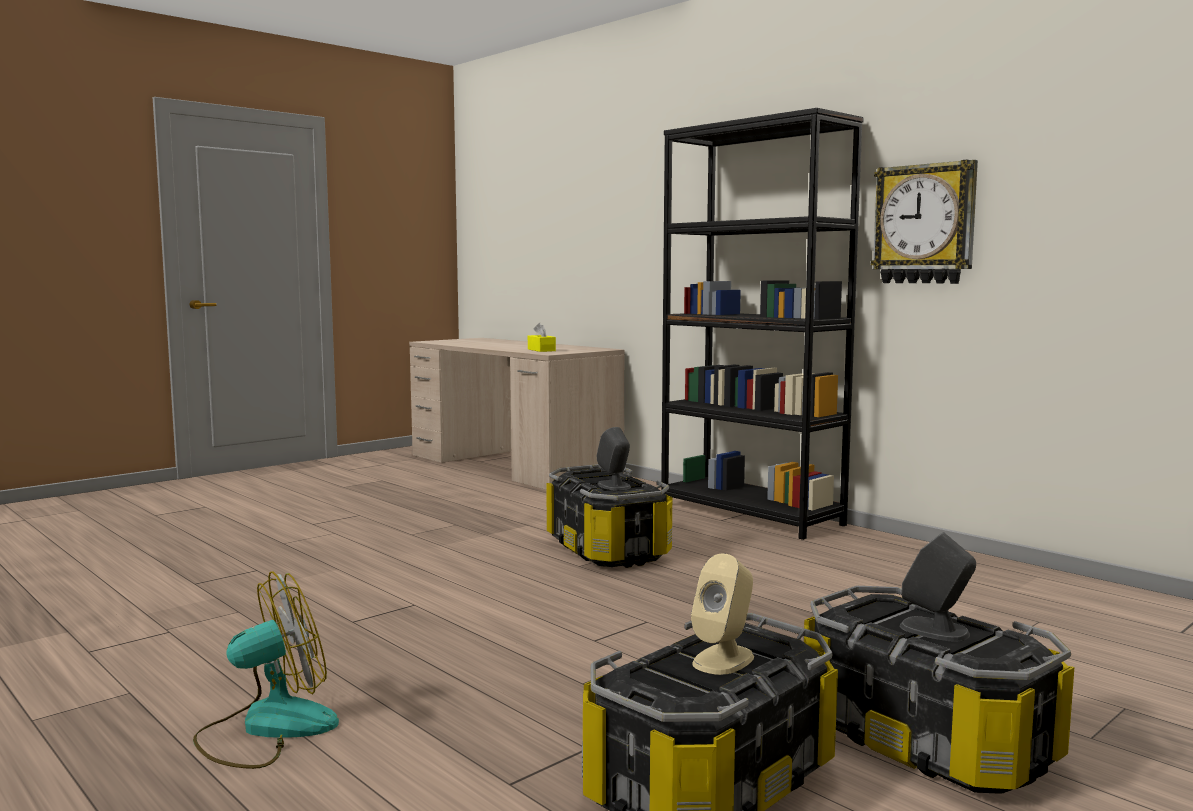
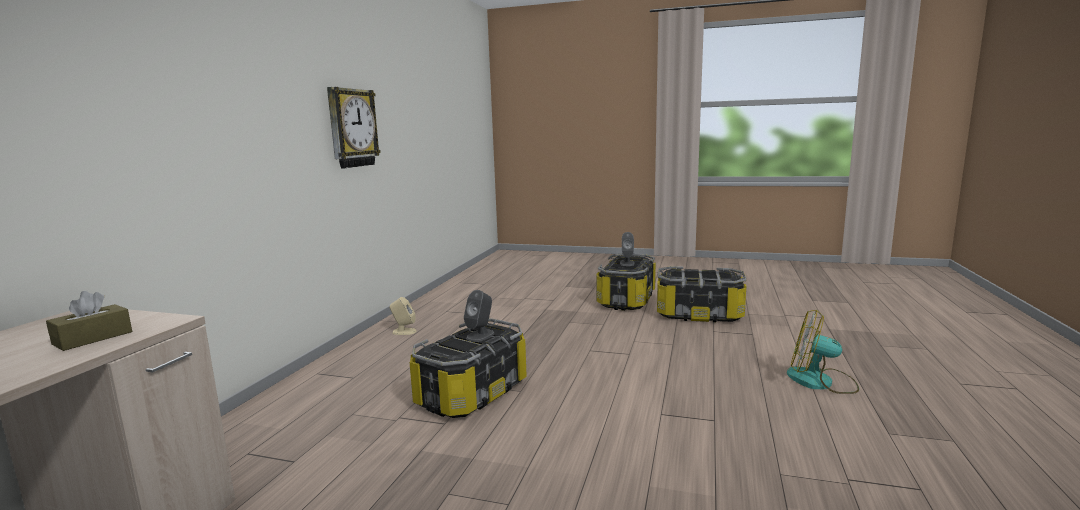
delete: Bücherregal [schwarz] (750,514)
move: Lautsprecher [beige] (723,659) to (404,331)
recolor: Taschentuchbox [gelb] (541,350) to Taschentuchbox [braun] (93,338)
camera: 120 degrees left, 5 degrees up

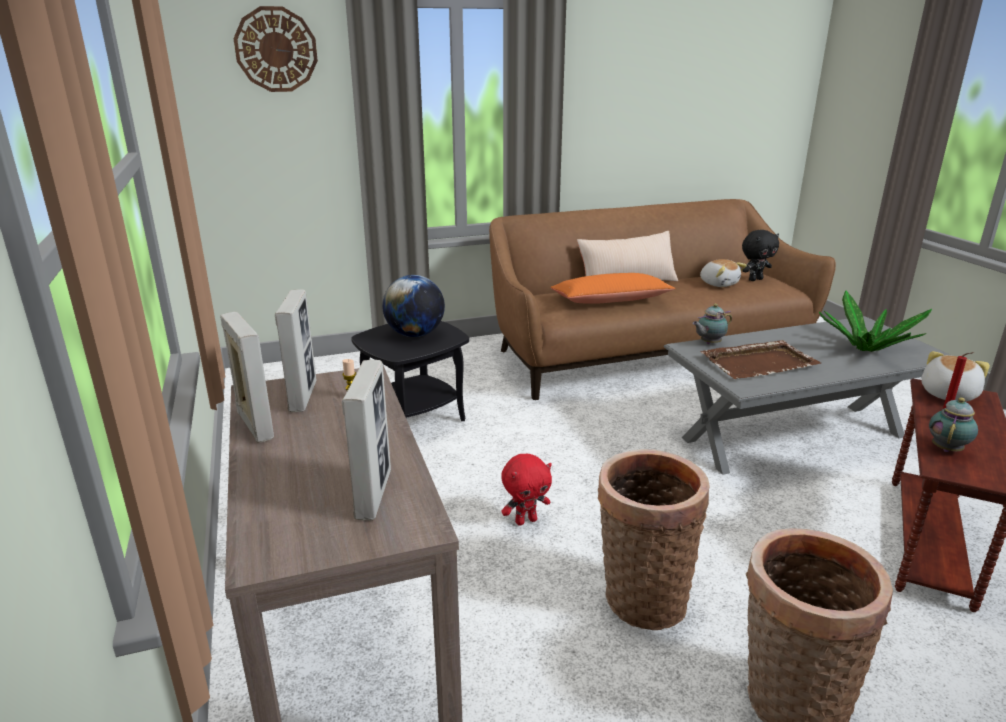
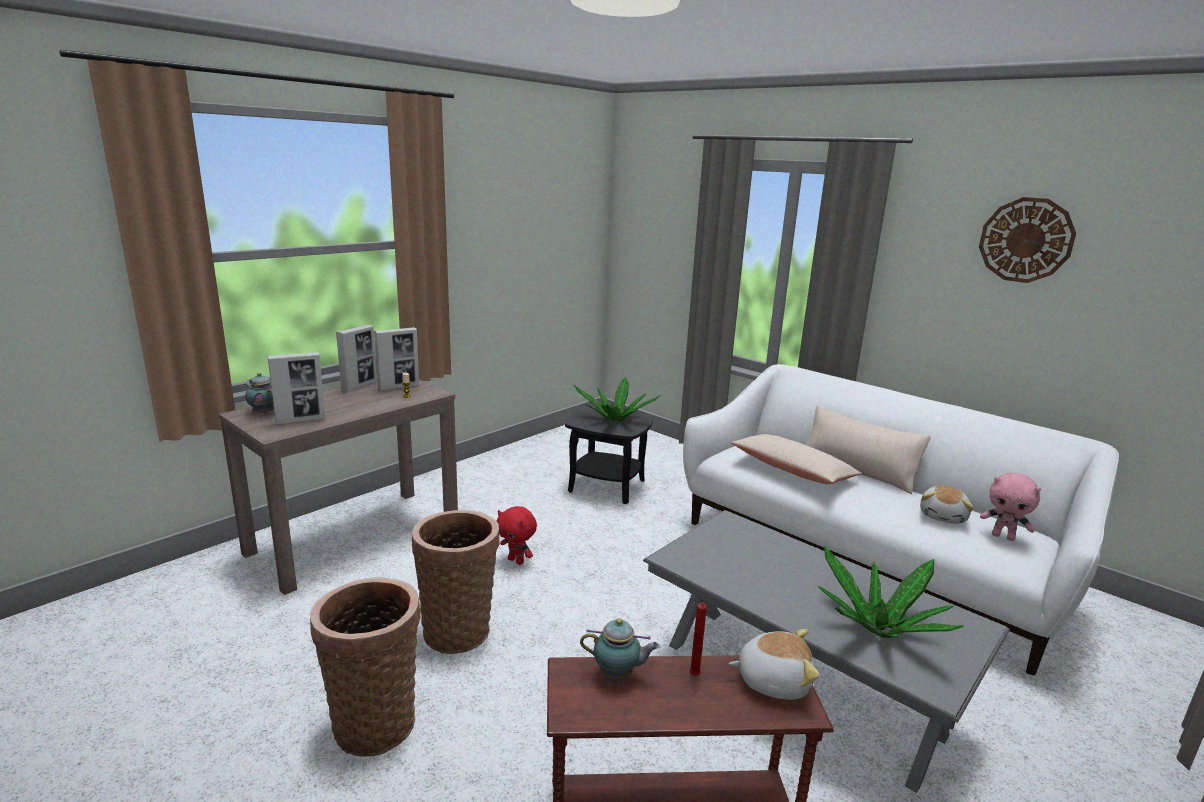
delete: Tablett [braun] (760,363)
move: Wanduhr (276,49) to (1026,240); Teekanne (709,343) to (263,412)
replace: Globus (415,334) to Topfpflanze (615,419)
recolor: Sofa [braun] (645,353) to Sofa [weiß] (865,559); Plüschtier [schwarz] (755,279) to Plüschtier [rosa] (1003,536); Kissen [orange] (610,300) to Kissen [beige] (792,470)
camera: 60 degrees right, 5 degrees down

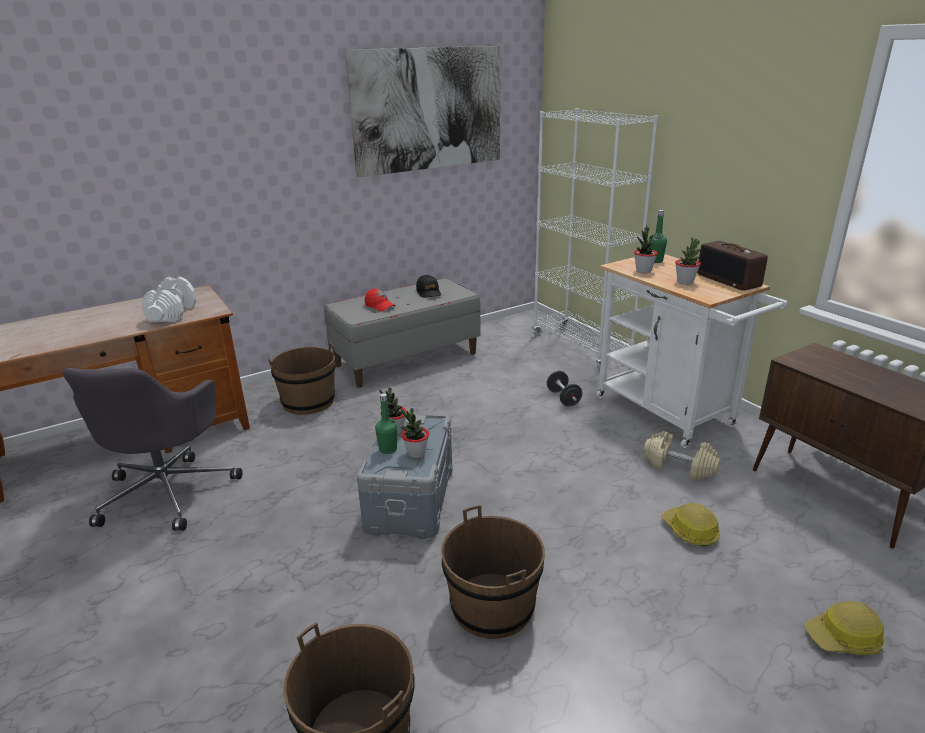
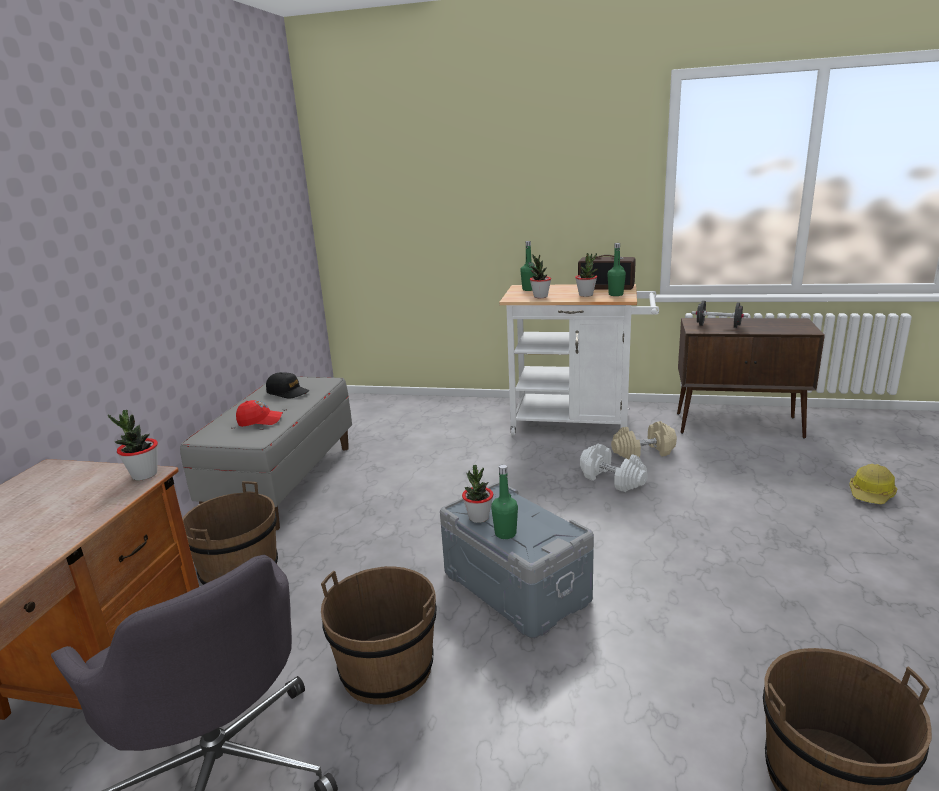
delete: Bild (428,109); Bücherregal [weiß] (581,347); Schutzhelm (689,531)
insert: Flasche [grün] (616,294)
move: Hantel [weiß] (172,313) to (612,479); Hantel [schwarz] (563,398) to (718,326); Topfpflanze (416,453) to (144,475); Eimer [braun] (492,606) to (387,668)
camera: 45 degrees left, 5 degrees down

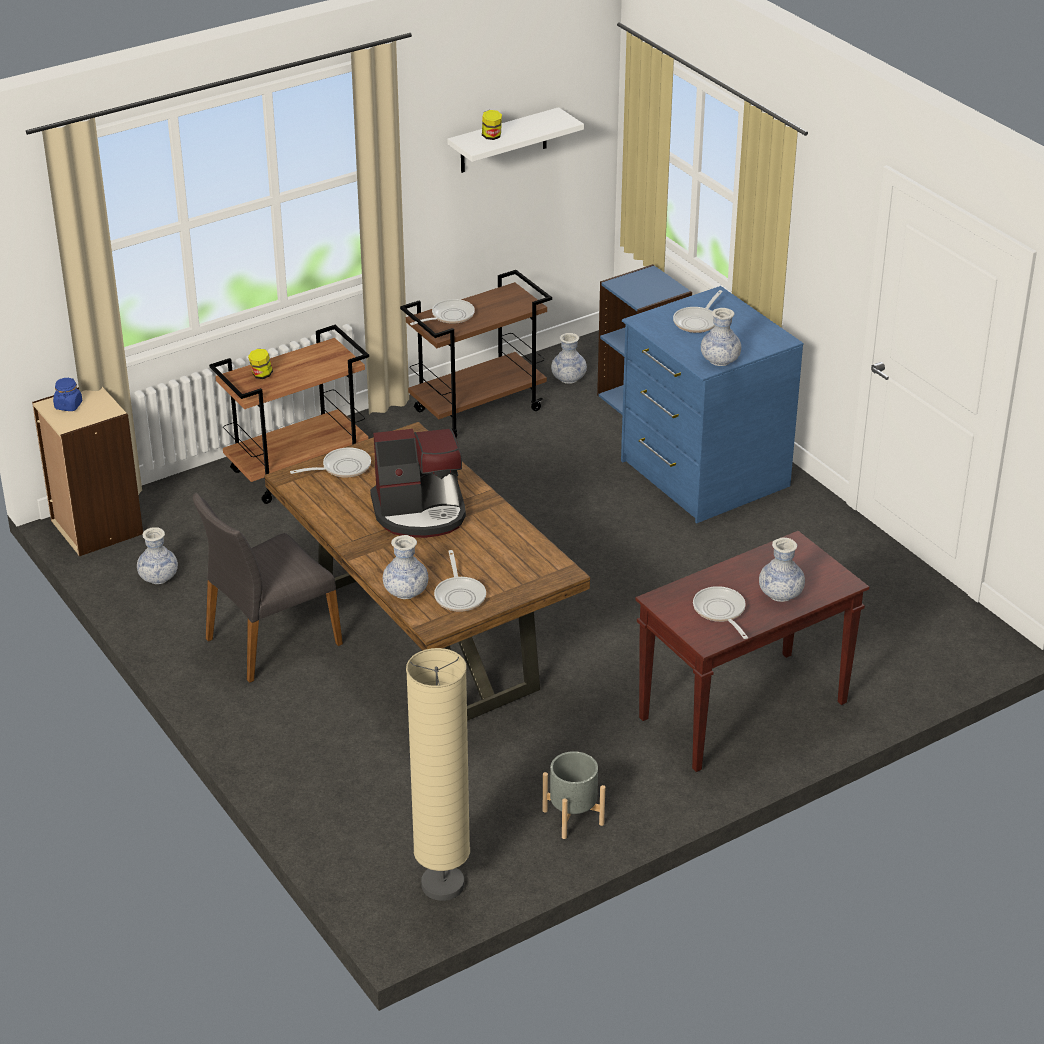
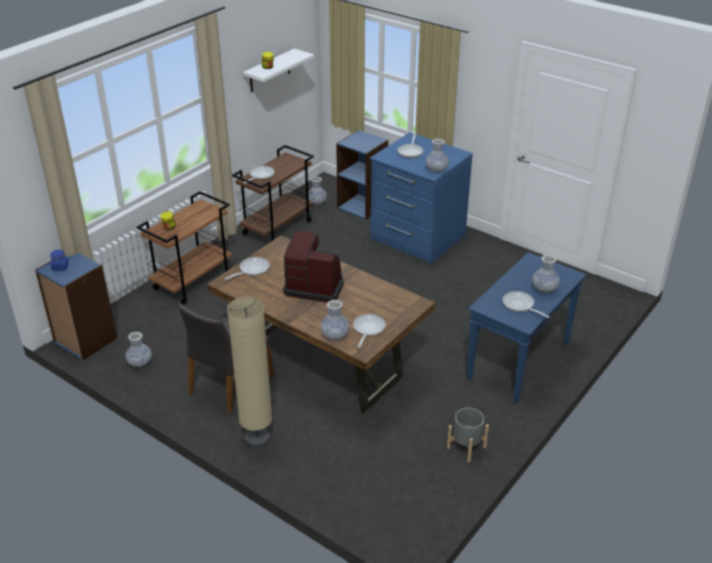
move: Stehlampe [beige] (442,885) to (257,438)
recolor: Bücherregal [beige] (95,527) to Bücherregal [blau] (84,341); Konsolentisch [braun] (742,712) to Konsolentisch [blau] (518,362)
rotate: Kaffeemaschine (420,512) = (314,286) 135 degrees counterclockwise; Pfanne (459,595) = (368,329) 135 degrees counterclockwise
camera: 20 degrees left, 0 degrees up

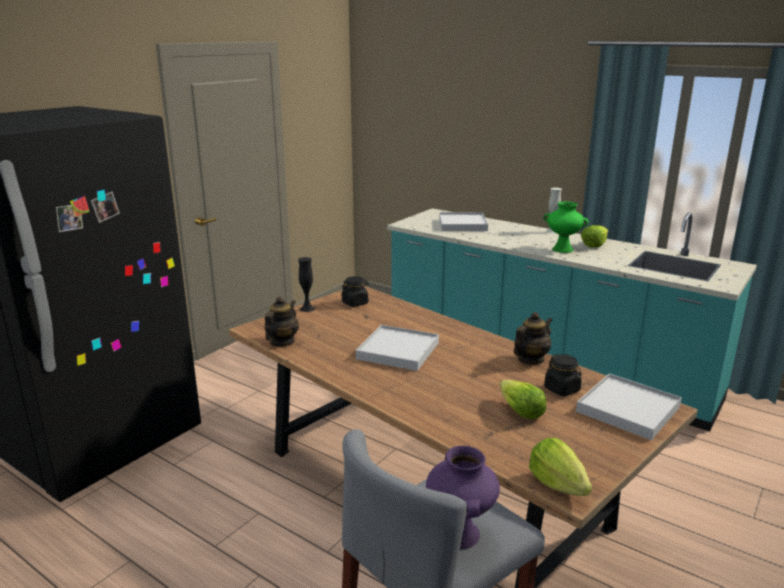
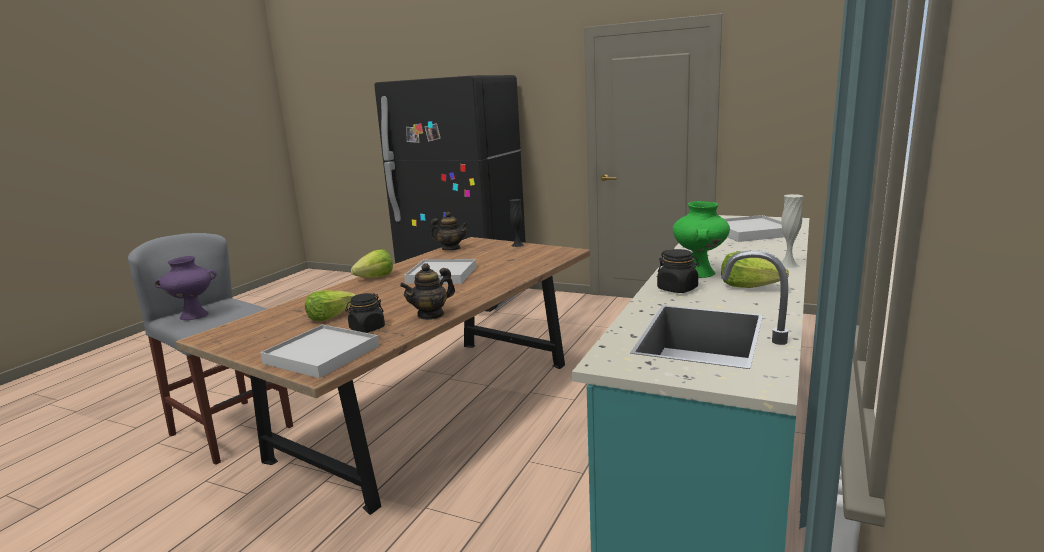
move: Vorratsglas [schwarz] (355,303) to (677,289); Salatkopf (557,484) to (375,277)
rotate: Teekanne (530,359) = (431,315) 105 degrees clockwise
camera: 80 degrees right, 5 degrees down

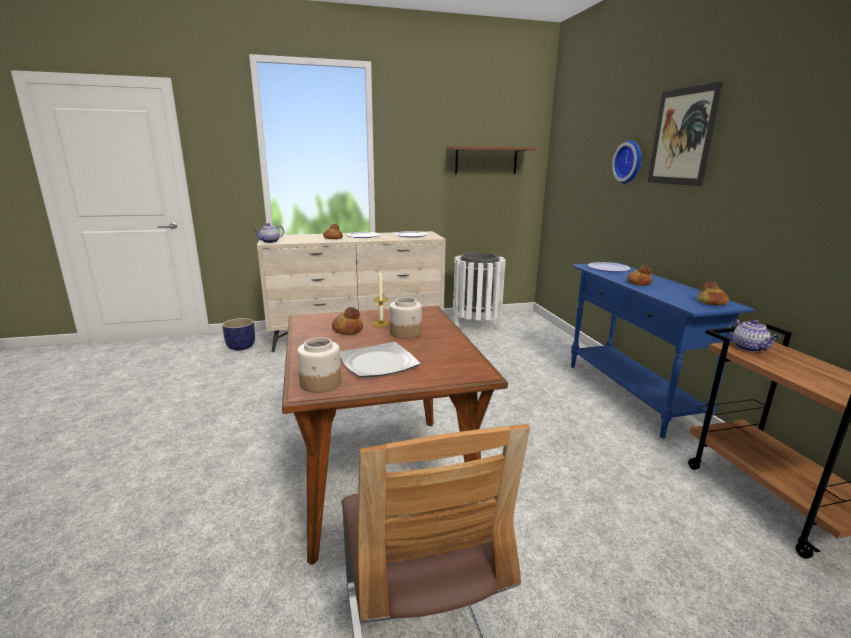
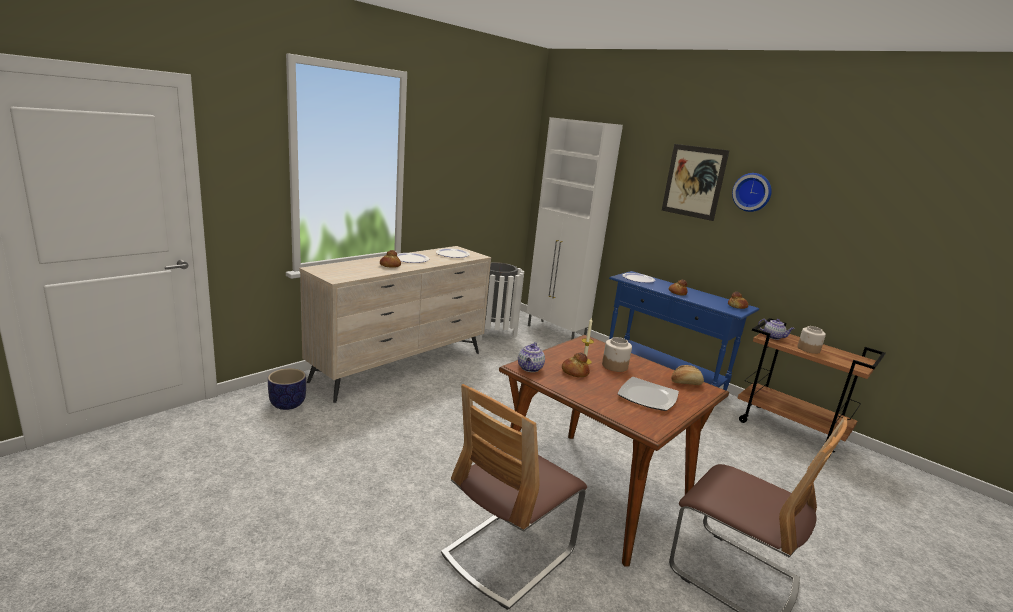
delete: Wandregal [braun] (486,160)
insert: Schrank [weiß] (556,332); Brot (686,383); Stuhl (508,553)
move: Wanduhr (630,162) to (752,192); Teekanne (270,242) to (530,368); Vorratsglas (321,383) to (808,349)
camera: 35 degrees left, 0 degrees up

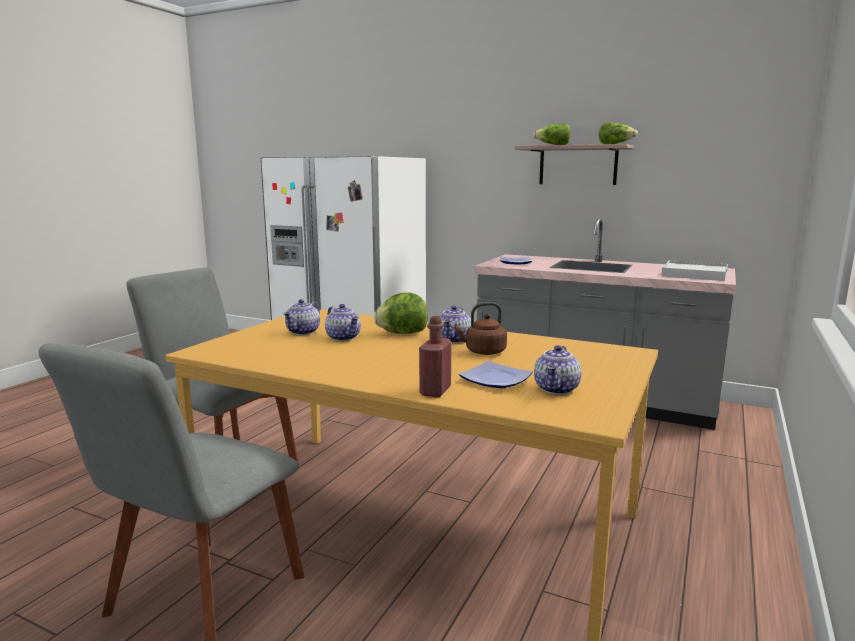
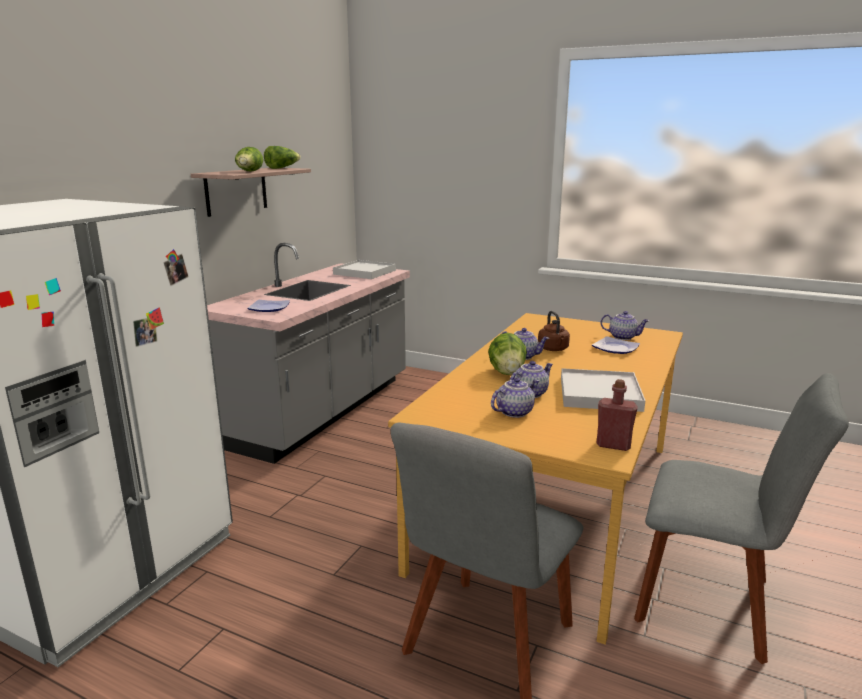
insert: Tablett [weiß] (600,394)
move: Flasche [rot] (435,391) to (613,445)
rotate: Teekanne (303,332) = (514,412) 60 degrees counterclockwise
camera: 90 degrees left, 5 degrees up

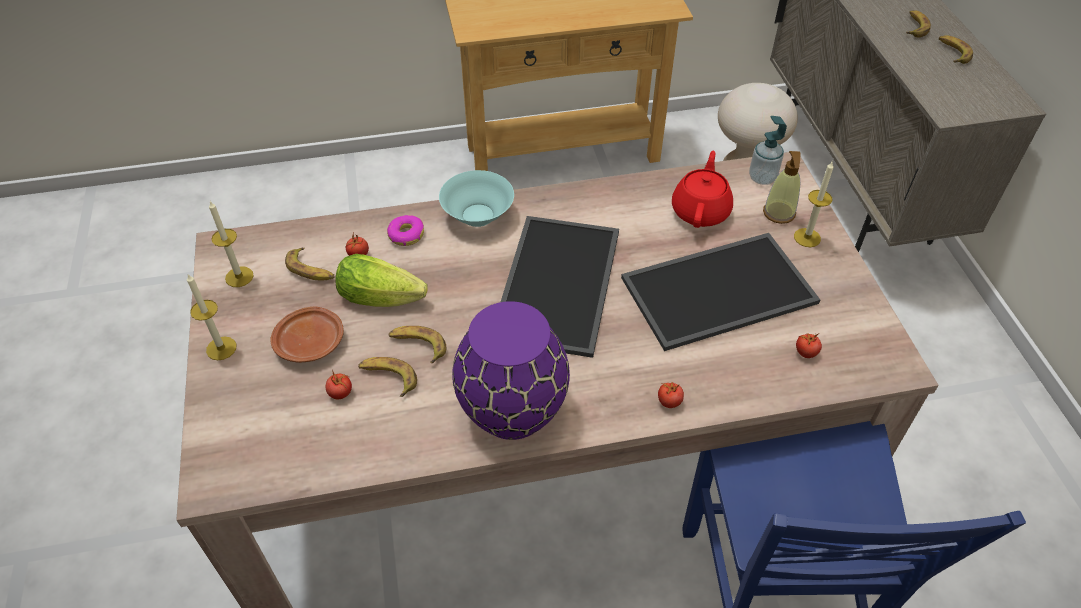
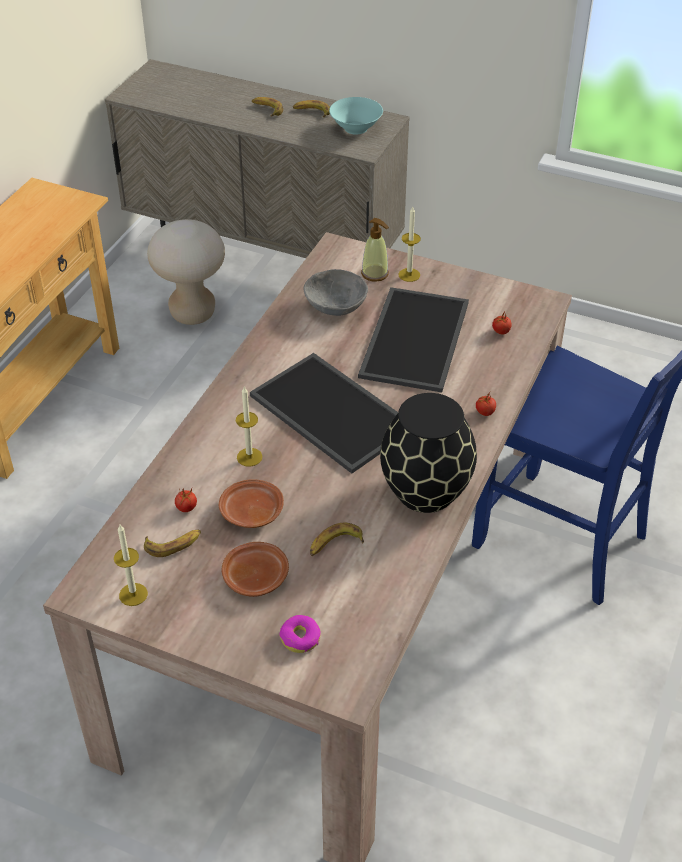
delete: Seifenspender (762,178); Banane (418,346); Tomate (340,393)
move: Schüssel [türkis] (477,215) to (355,128); Donut (406,235) to (300,638); Kerze (221,348) to (249,457)
replace: Teekanne [rot] (701,210) to Schüssel [grau] (334,306); Salatkopf (385,298) to Teller [braun] (251,512)
recolor: Vase [lila] (511,410) to Vase [schwarz] (424,492)
camera: 55 degrees left, 5 degrees down

